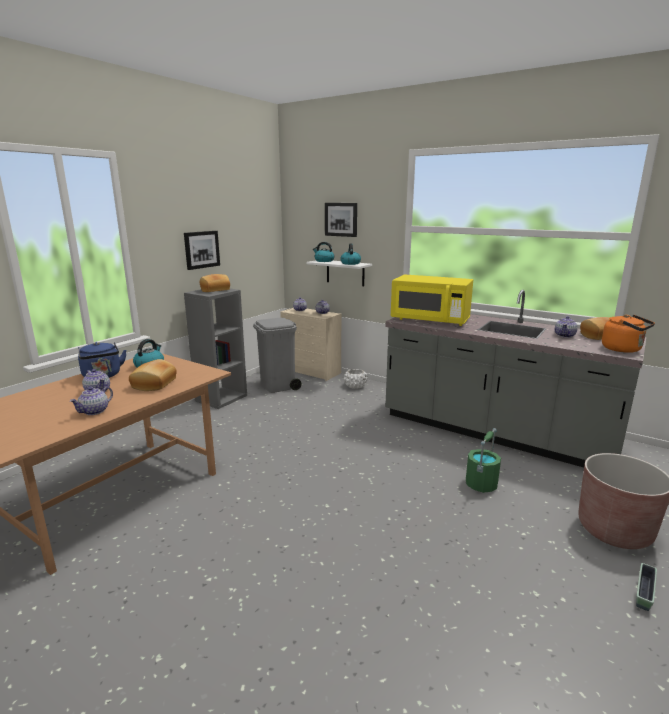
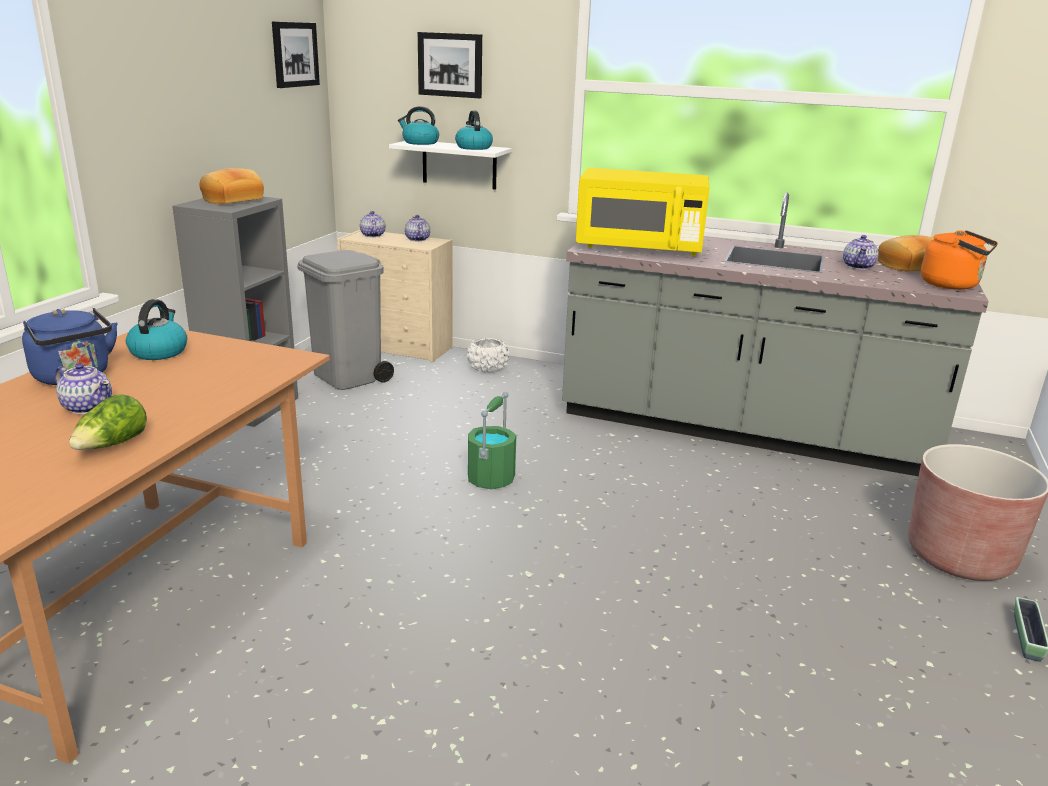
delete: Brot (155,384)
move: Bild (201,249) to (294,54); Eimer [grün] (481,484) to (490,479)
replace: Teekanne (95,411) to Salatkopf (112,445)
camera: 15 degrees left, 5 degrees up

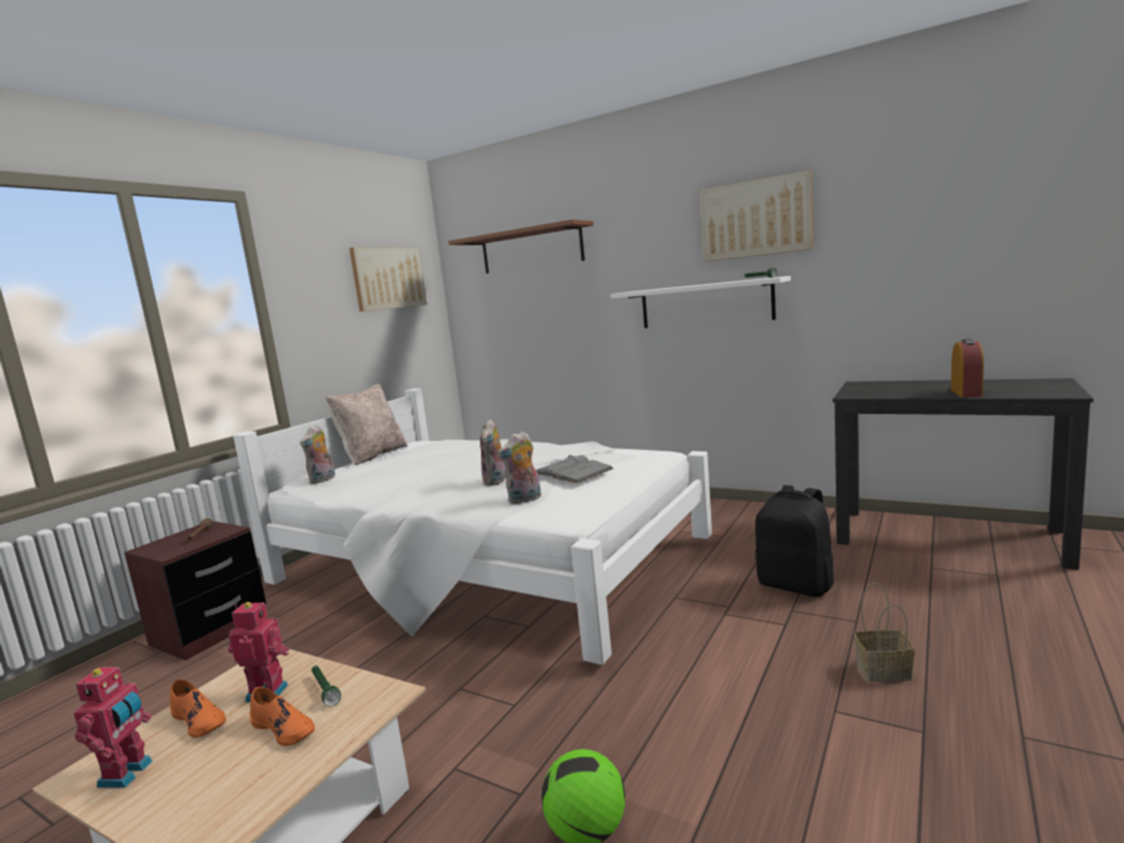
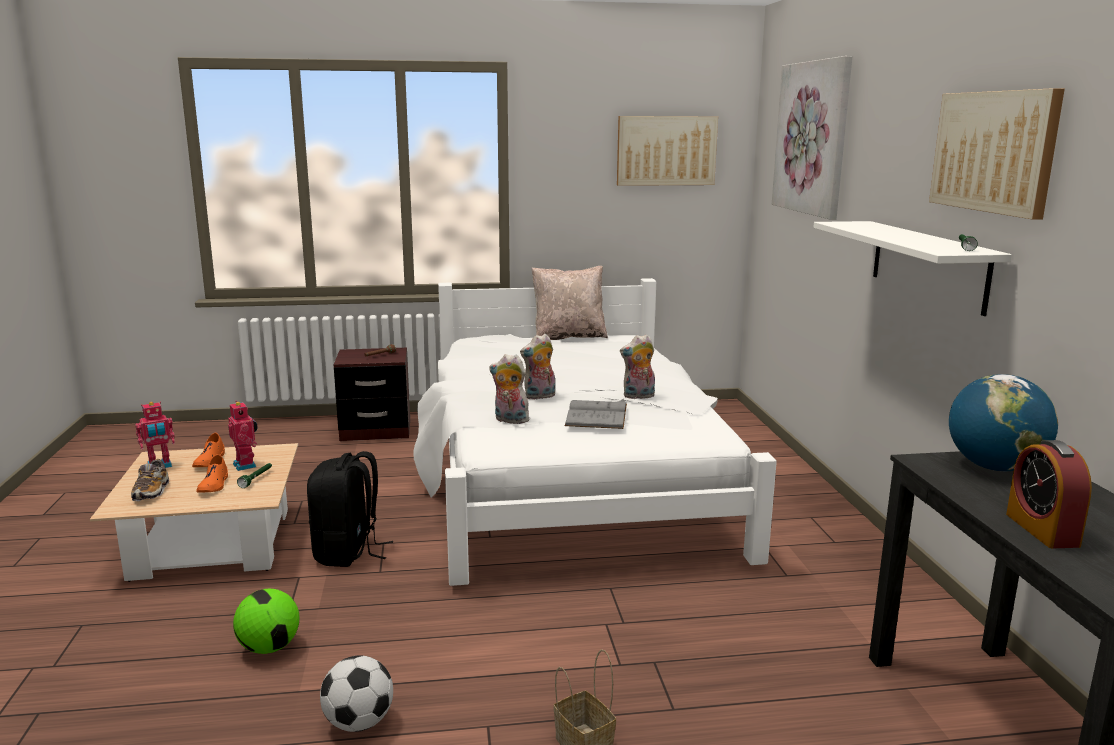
insert: Globus (994,467); Schuh (151,492); Fußball (358,723)
move: Plüschtier (323,480) to (638,396); Rucksack [schwarz] (796,585) to (348,552)
replace: Wandregal [braun] (531,249) to Bild (811,138)
rotate: Wecker (966,393) = (1042,530) 105 degrees clockwise
camera: 50 degrees right, 5 degrees up

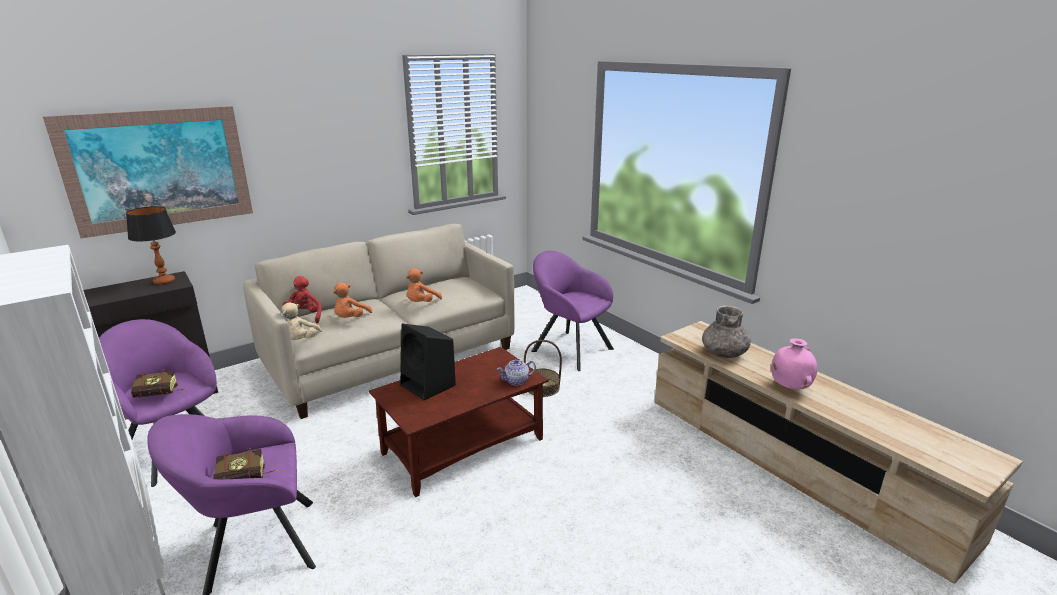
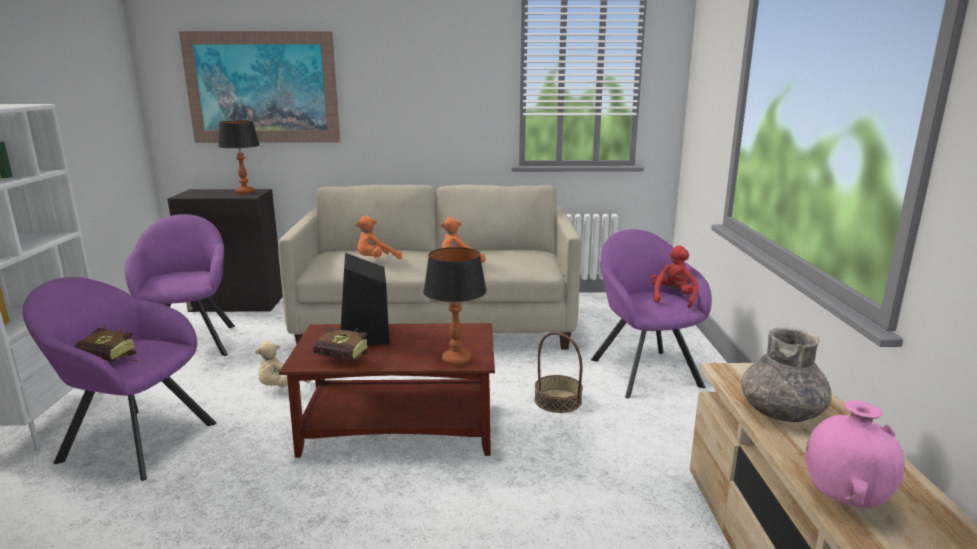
move: Plüschtier [rot] (304,317) to (672,298); Plüschtier [beige] (300,340) to (281,387); Buch (162,395) to (347,360)
replace: Teekanne (517,381) to Tischlampe (456,360)
camera: 35 degrees right, 5 degrees down

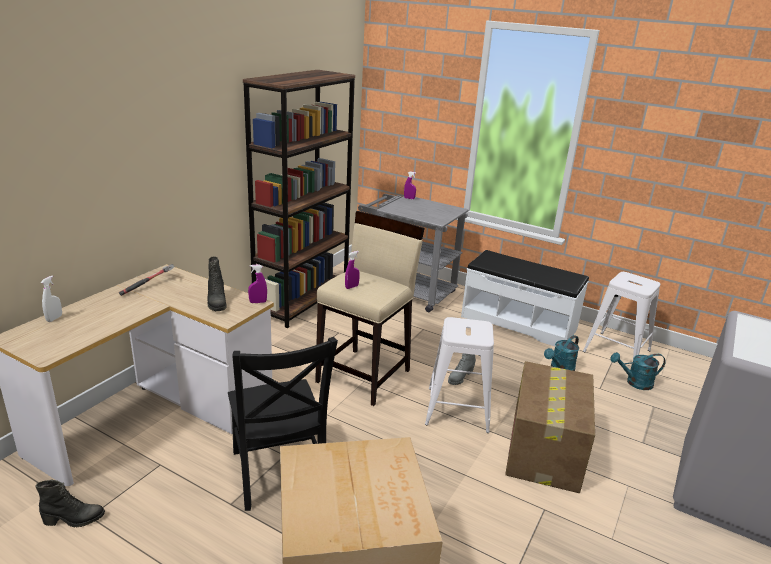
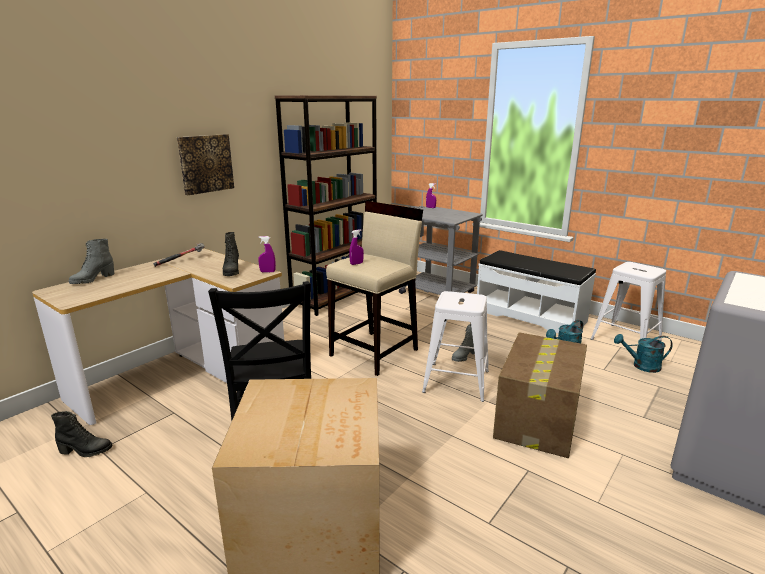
insert: Bild (205,163)
replace: Sprühflasche [weiß] (54,318) to Stiefel [grau] (92,279)
camera: 10 degrees right, 5 degrees down

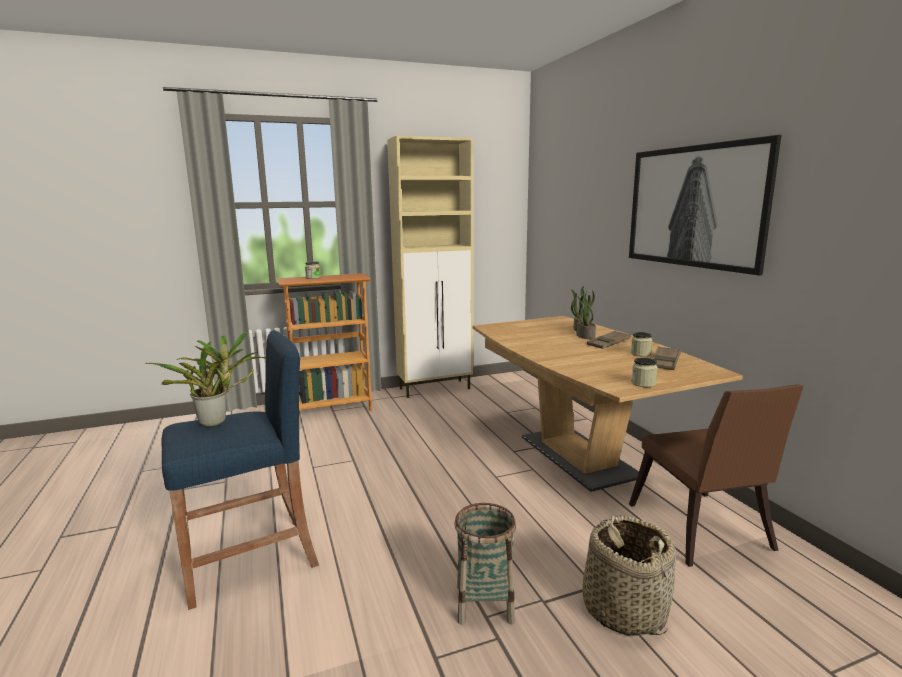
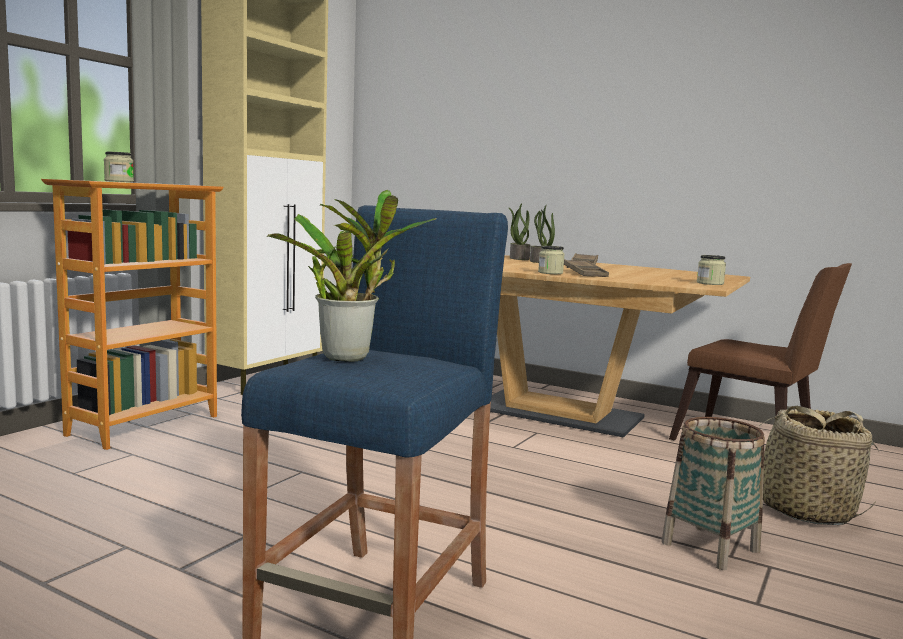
delete: Bild (695,206)
move: Vorratsglas (640,354) to (550,273); Tablett [braun] (665,362) to (584,273)
camera: 40 degrees left, 5 degrees down

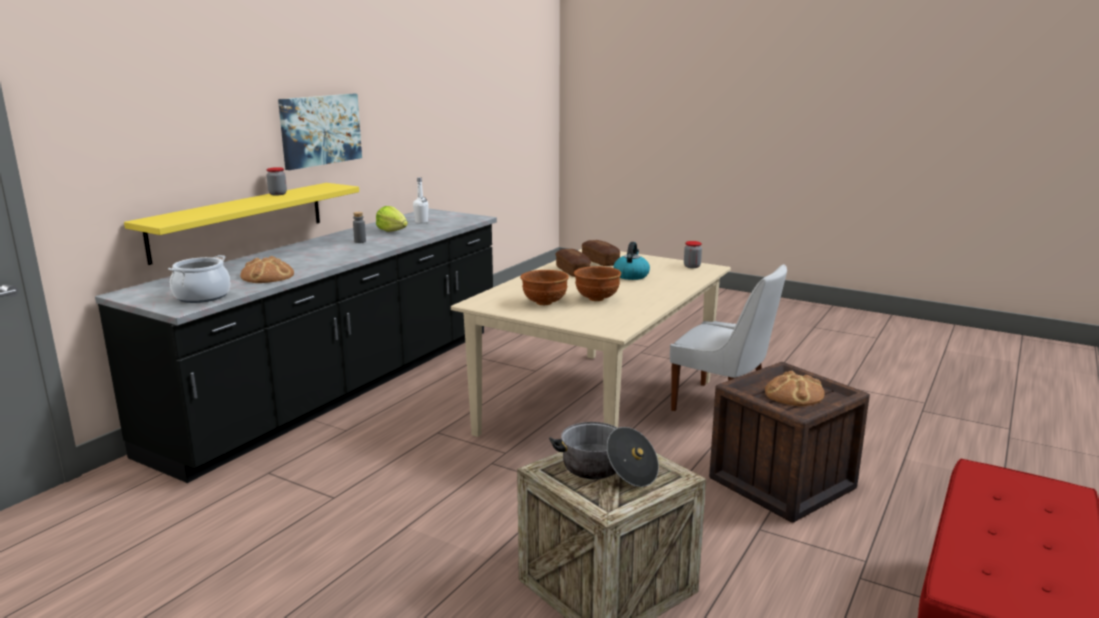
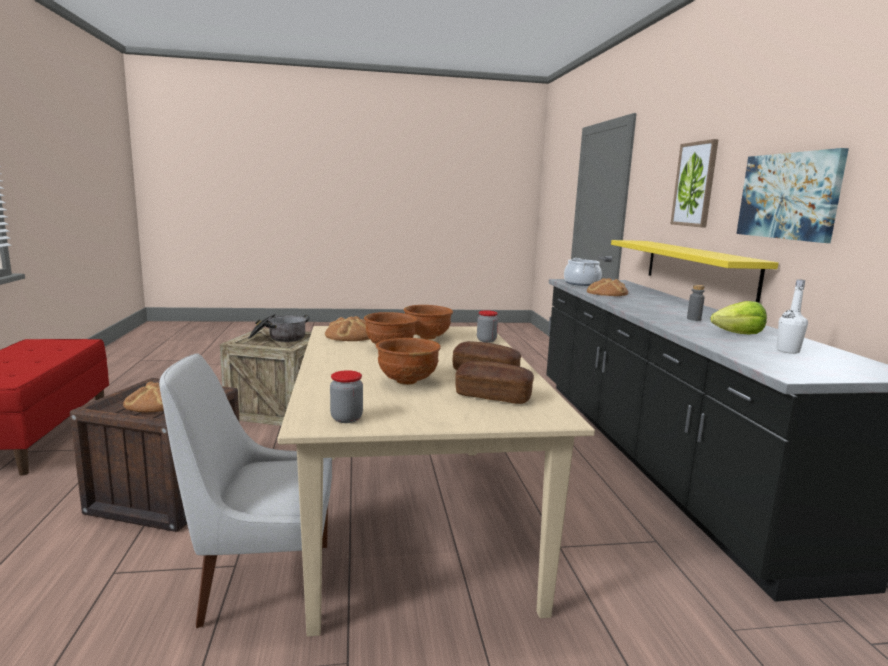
insert: Bild (695,184); Brot (351,335)
move: Vorratsglas (278,194) to (486,340)
replace: Wasserkessel (631,275) to Schüssel [braun] (407,381)
camera: 140 degrees right, 5 degrees down

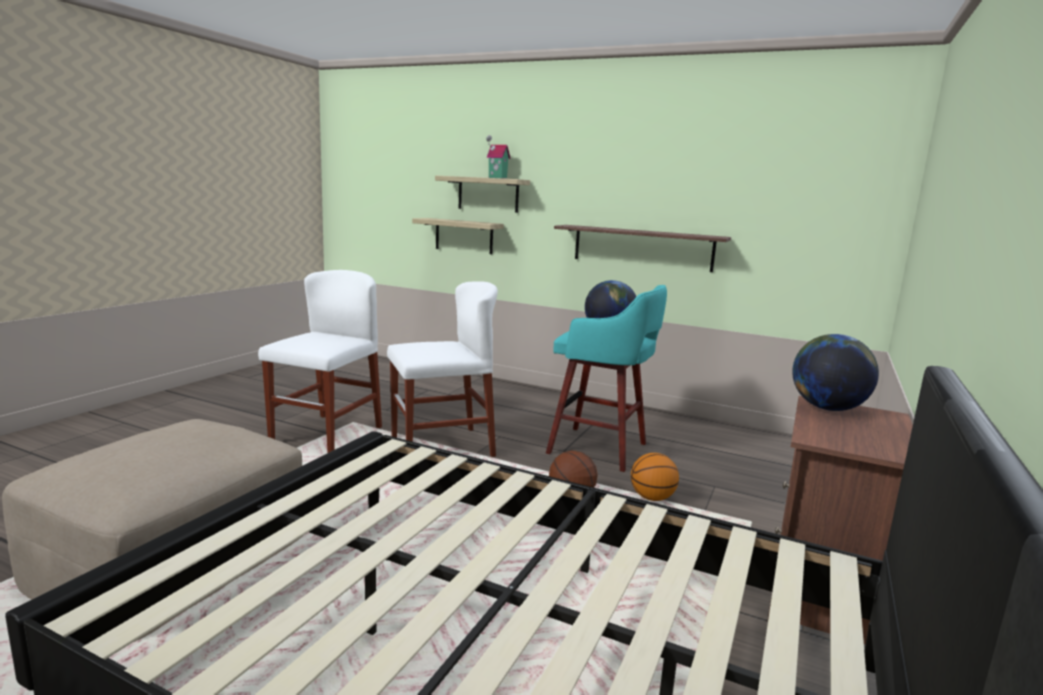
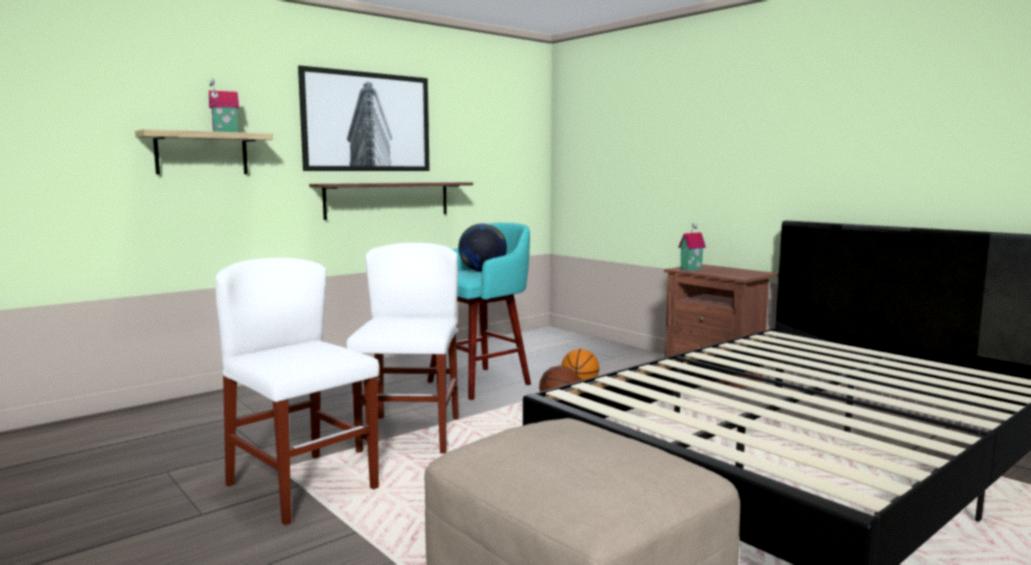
delete: Wandregal (464,236)
insert: Bild (367,122)
replace: Globus (827,408) to Spielzeughaus (690,269)
camera: 65 degrees left, 5 degrees down

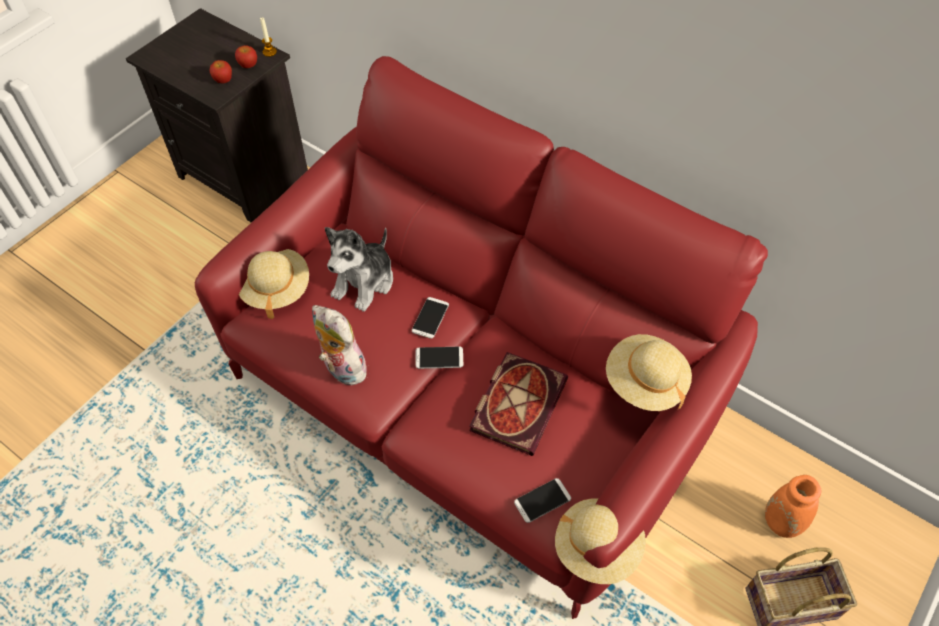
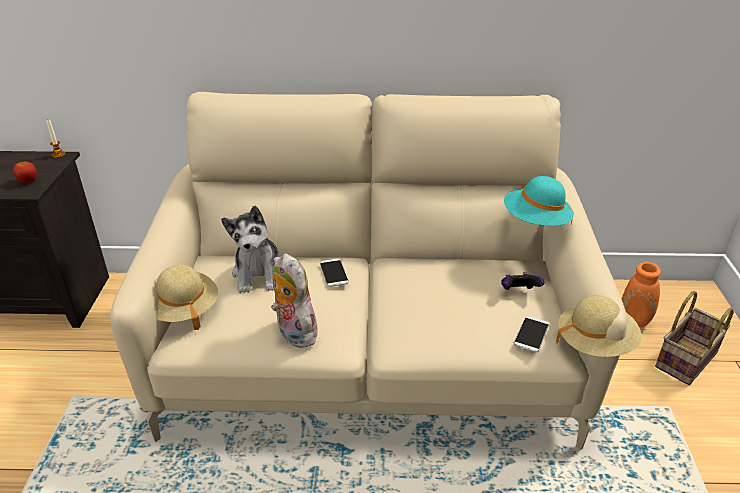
delete: Apfel (248,65); Handy (439,358); Buch (517,402)
insert: Gamepad (518,292)
recolor: Sofa [rot] (469,396) to Sofa [beige] (370,354); Hut [beige] (644,383) to Hut [türkis] (535,222)
rotate: Plüschtier (341,368) = (293,333) 45 degrees clockwise
camera: 35 degrees left, 20 degrees down

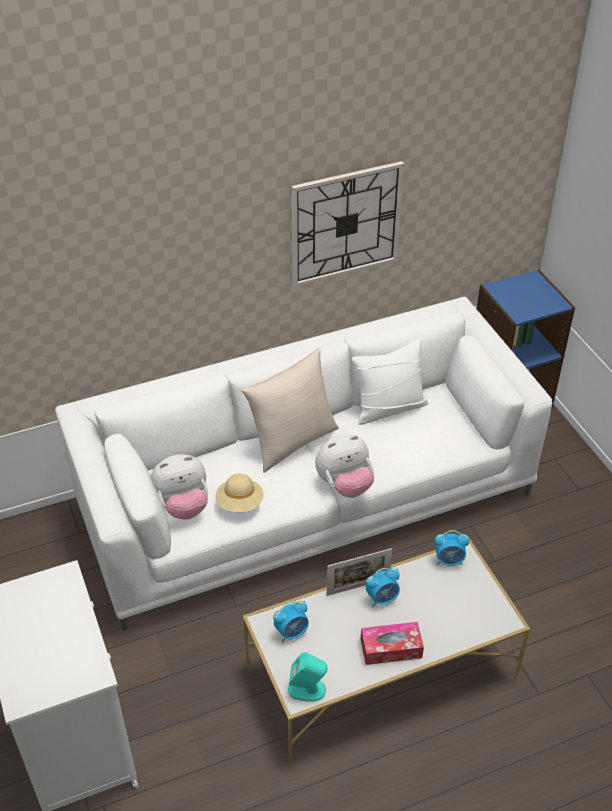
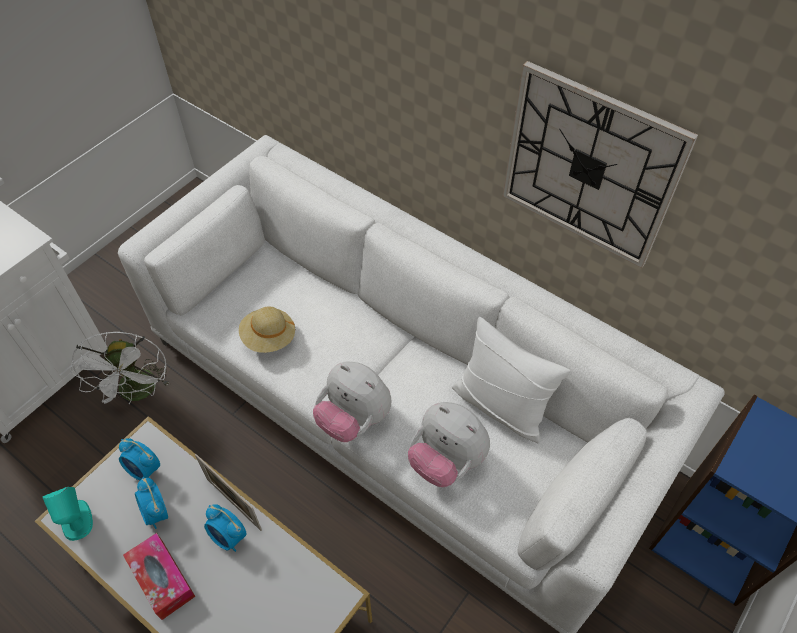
delete: Kissen [beige] (292,441)
insert: Ventilator [weiß] (139,393)
move: Plüschtier (183,506) to (446,460); Wecker (449,560) to (156,513)
camera: 60 degrees right, 10 degrees up

